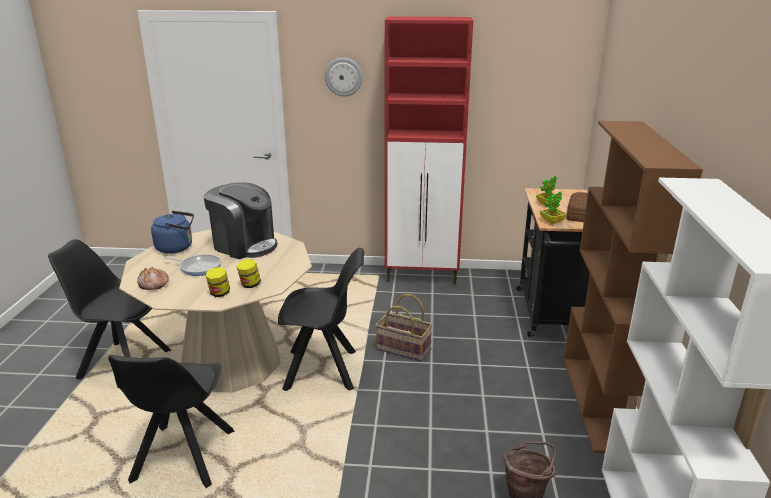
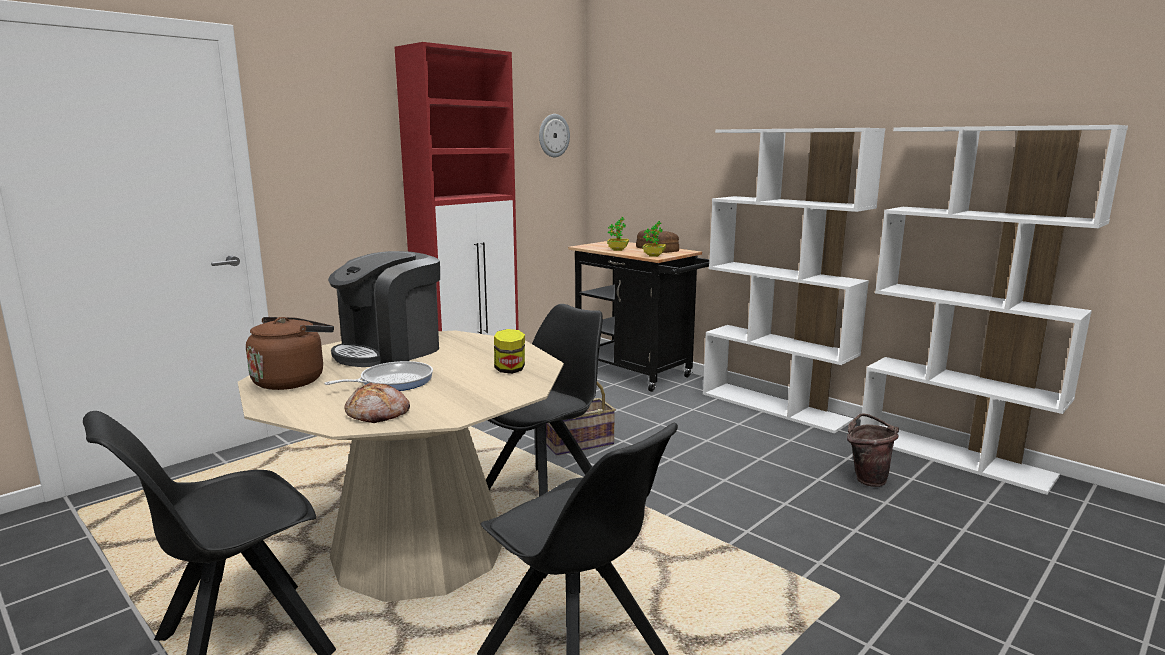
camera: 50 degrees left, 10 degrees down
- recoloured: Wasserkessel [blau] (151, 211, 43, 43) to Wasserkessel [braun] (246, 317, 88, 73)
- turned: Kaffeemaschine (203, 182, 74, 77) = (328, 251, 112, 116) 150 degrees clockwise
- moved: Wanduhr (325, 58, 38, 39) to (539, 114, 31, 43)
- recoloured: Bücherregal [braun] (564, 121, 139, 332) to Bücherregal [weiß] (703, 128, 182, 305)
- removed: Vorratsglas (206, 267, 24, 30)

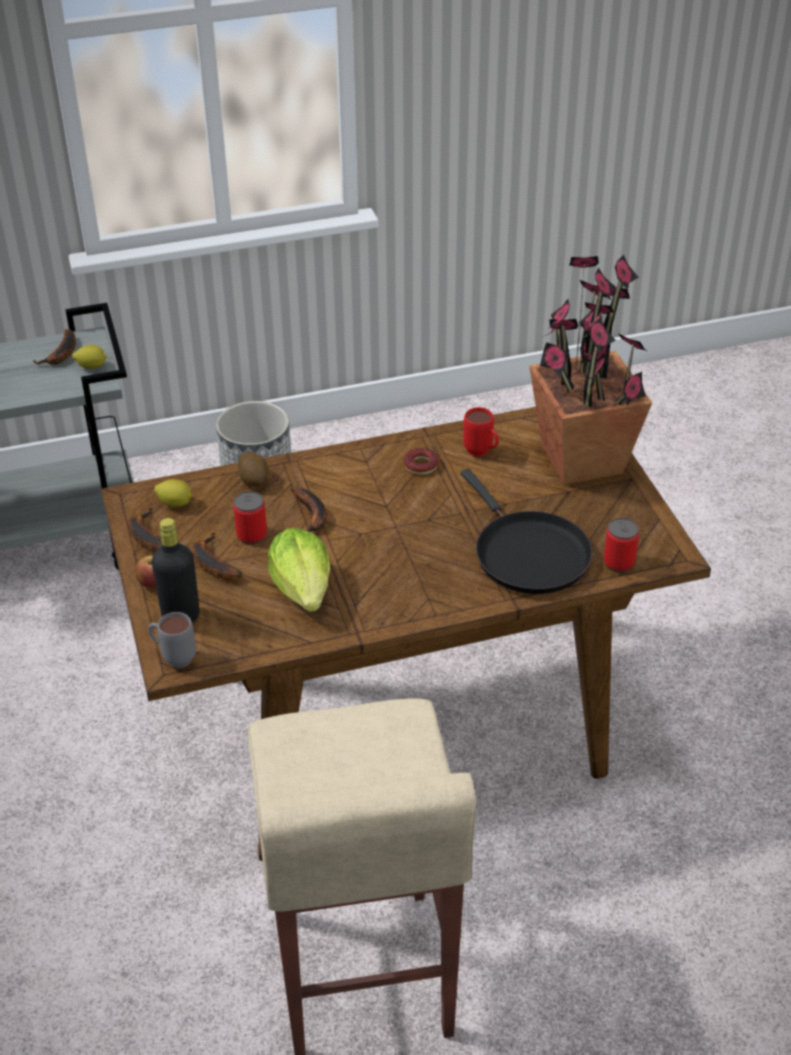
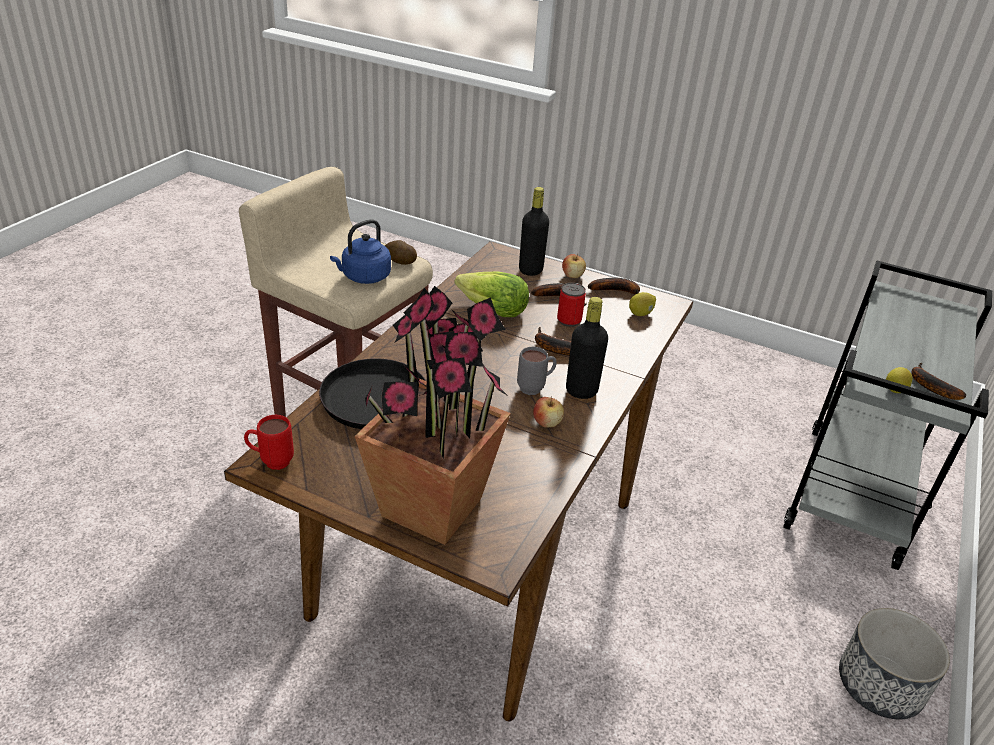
camera: 130 degrees right, 5 degrees down
- moved: Henkelbecher [rot] (463, 407, 36, 50) to (244, 415, 50, 55)
- added: Wasserkessel [blau] (330, 219, 61, 65)
- moved: Kartoffel (238, 451, 30, 36) to (385, 240, 32, 25)
- moved: Henkelbecher [grau] (148, 612, 48, 56) to (517, 347, 40, 48)
- replaced: Donut (404, 448, 35, 27) to Apfel (533, 396, 31, 32)
- added: Flasche [schwarz] (566, 297, 42, 102)
- removed: Dose (604, 518, 35, 54)

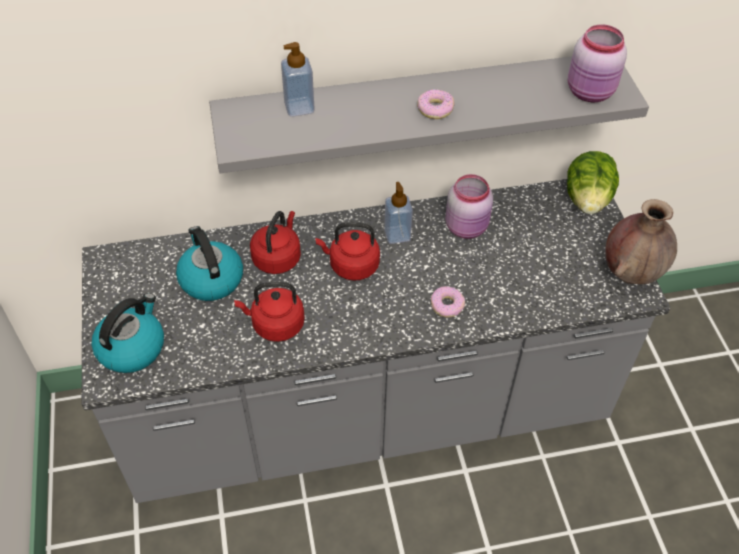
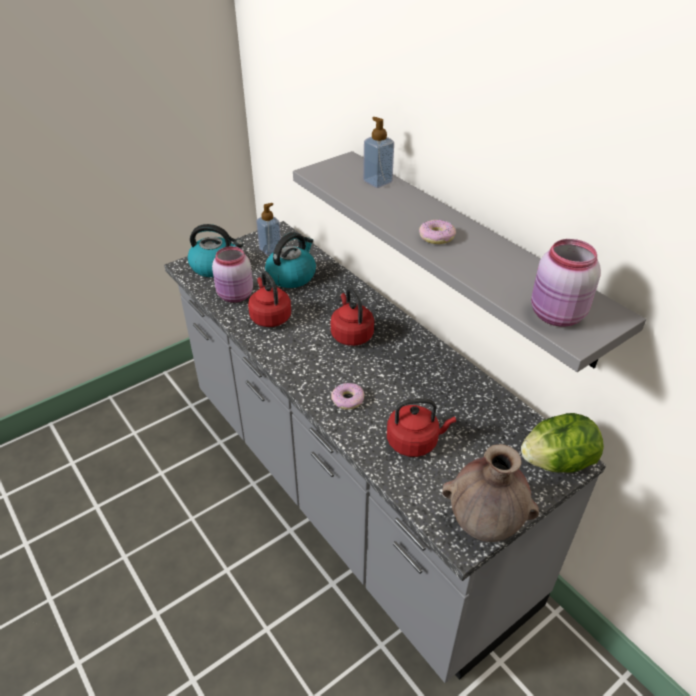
camera: 65 degrees right, 10 degrees down
- moved: Vorratsglas [rosa] (445, 174, 48, 65) to (212, 246, 41, 57)
- moved: Seifenspender (384, 182, 29, 62) to (256, 203, 25, 52)
- moved: Wasserkessel [rot] (250, 211, 51, 63) to (387, 398, 69, 59)

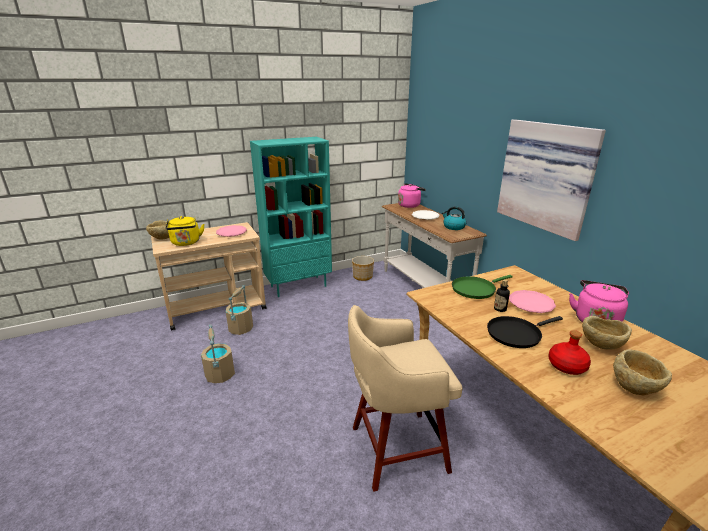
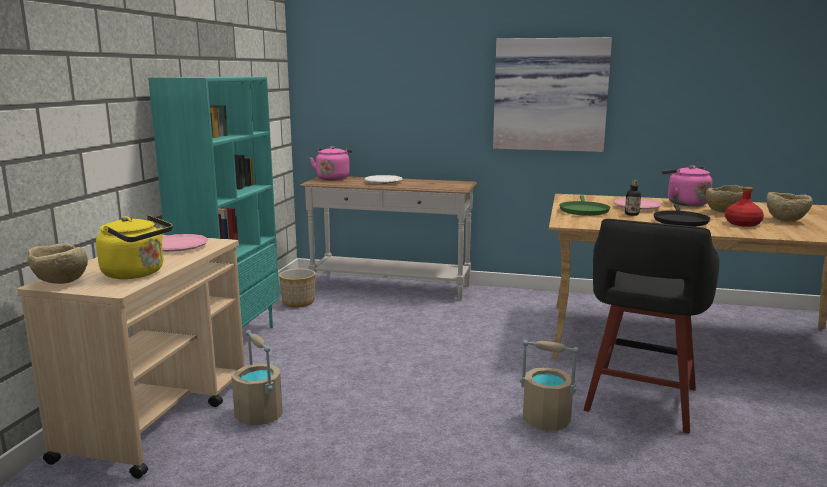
camera: 50 degrees left, 10 degrees down
- moved: Eimer [beige] (201, 324, 34, 59) to (520, 340, 59, 91)
- recoloured: Hocker [beige] (348, 305, 115, 186) to Hocker [schwarz] (584, 219, 135, 215)
- removed: Wasserkessel (442, 206, 24, 24)

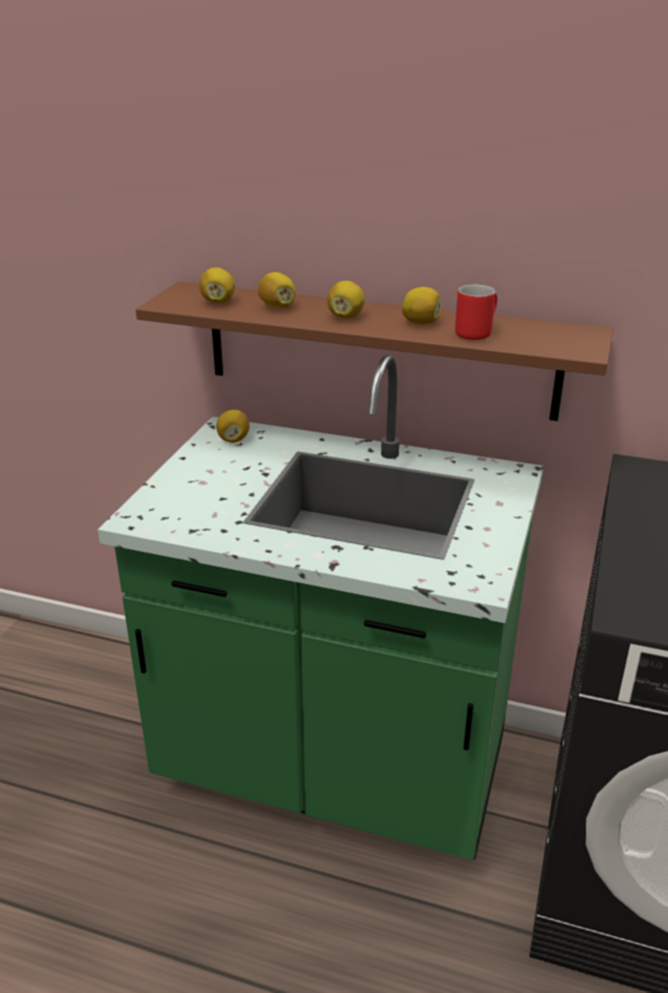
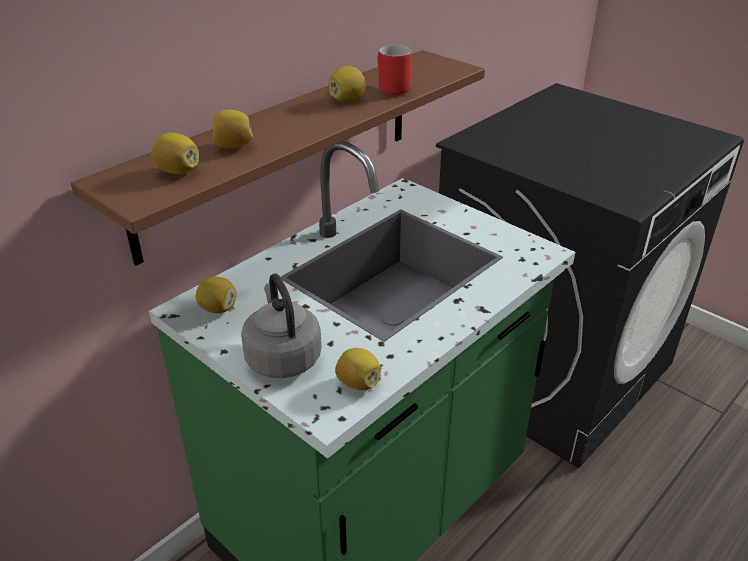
camera: 65 degrees left, 5 degrees up
- added: Wasserkessel [grau] (241, 273, 81, 105)
- moved: Zitrone (327, 281, 38, 38) to (335, 348, 46, 42)

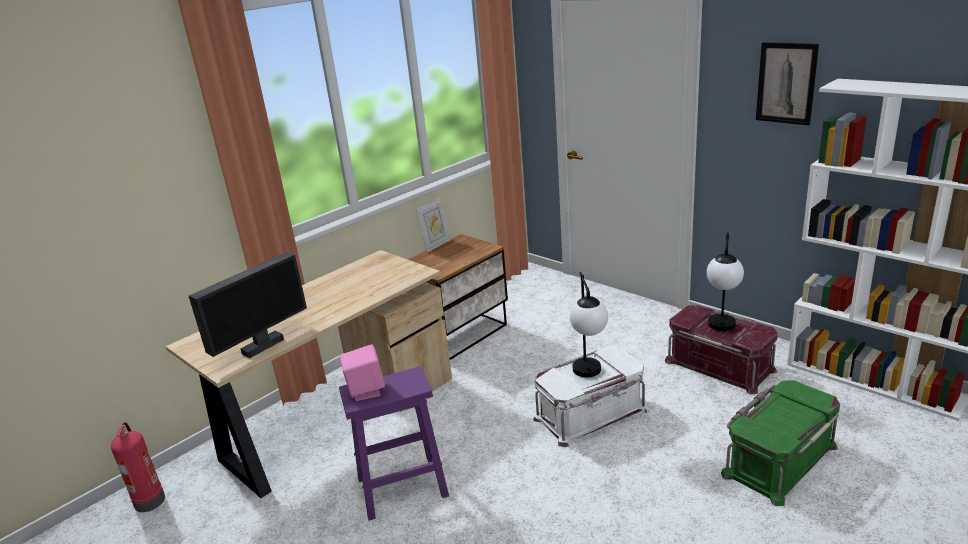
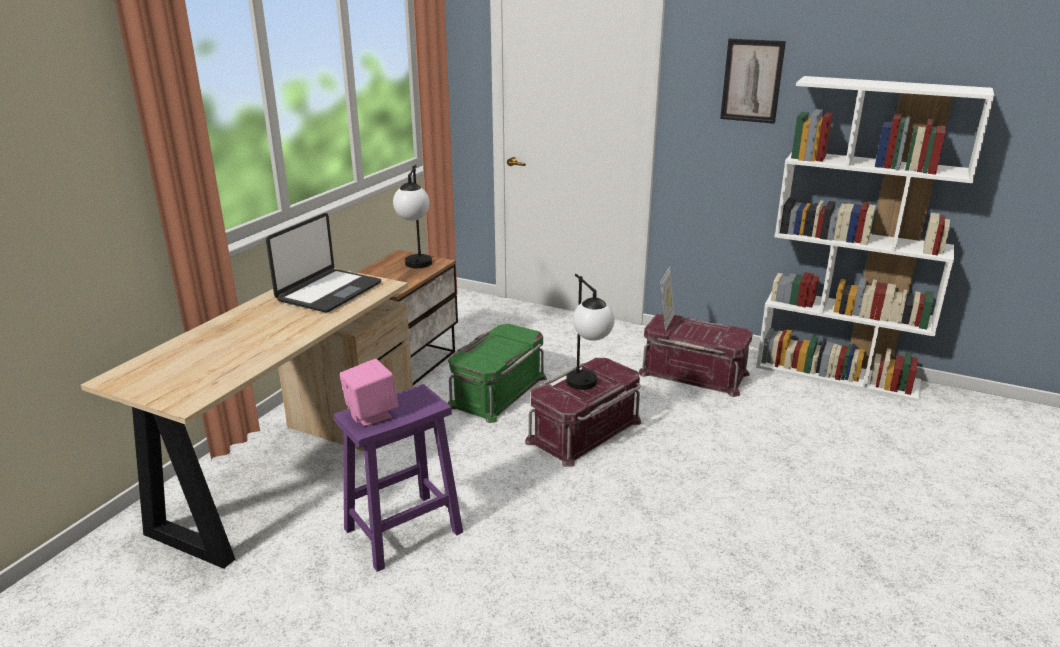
camera: 20 degrees left, 0 degrees up
- added: Laptop (266, 213, 115, 99)
- moved: Tischlampe (707, 232, 37, 99) to (393, 165, 39, 103)
- moved: Aufbewahrungsbox [grün] (721, 380, 119, 126) to (447, 324, 100, 99)
- recoloured: Aufbewahrungsbox [weiß] (533, 346, 115, 101) to Aufbewahrungsbox [rot] (525, 358, 117, 109)
- moved: Bilderrahmen (416, 198, 35, 55) to (660, 267, 14, 64)
- removed: Feuerlöscher (110, 422, 55, 90)
- removed: Monitor (189, 252, 118, 106)

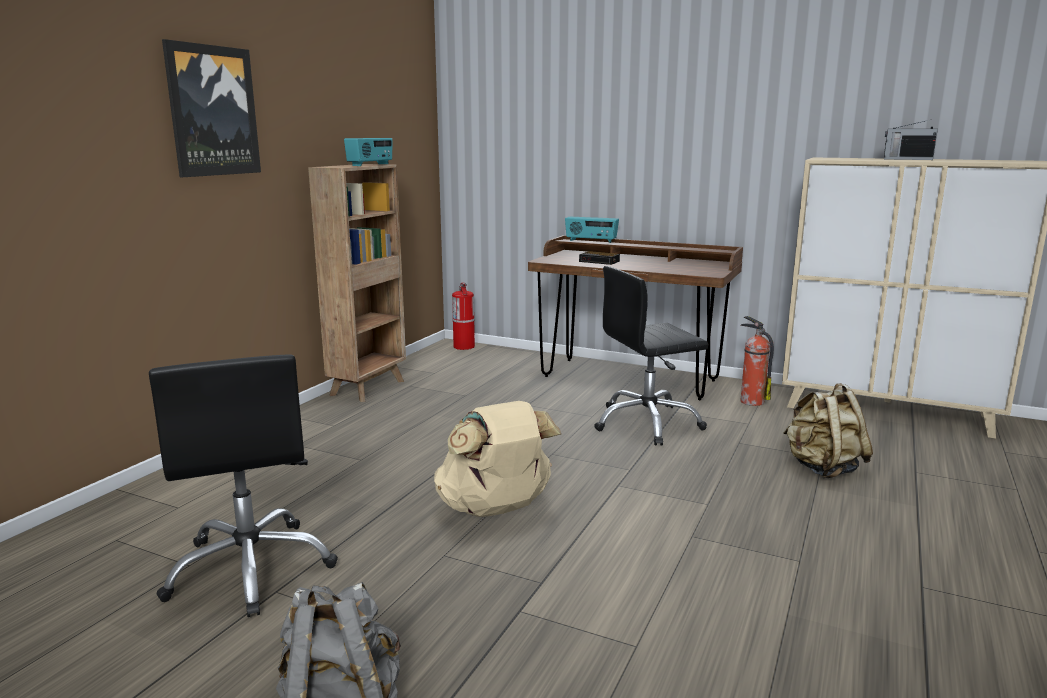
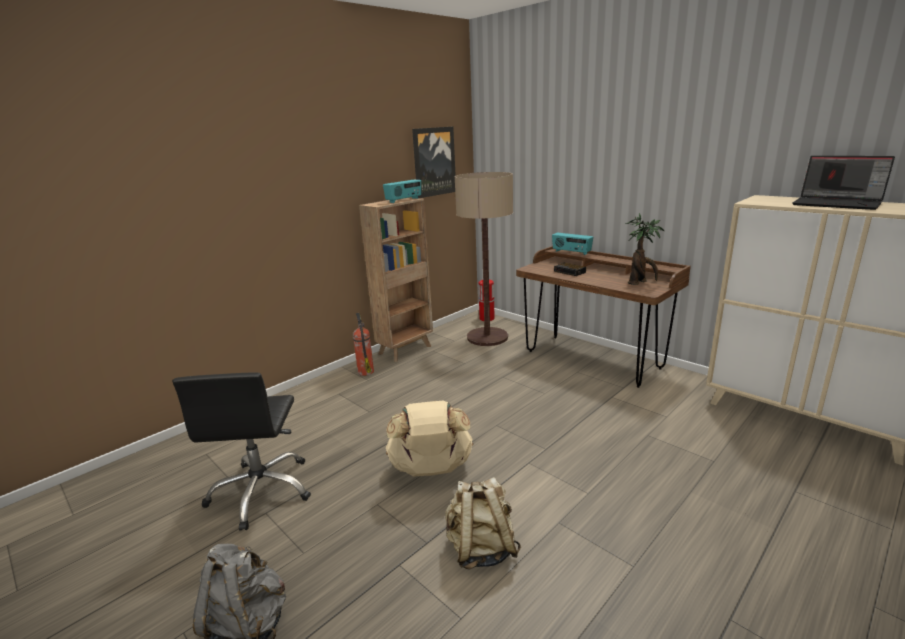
camera: 20 degrees right, 5 degrees up
- moved: Feuerlöscher (741, 316, 33, 90) to (353, 313, 21, 63)
- moved: Bild (162, 39, 99, 138) to (412, 127, 44, 71)
- moved: Rucksack [beige] (783, 383, 90, 95) to (445, 477, 76, 92)
- added: Stehlampe (455, 172, 58, 174)
- added: Topfpflanze (626, 213, 38, 72)
- replaced: Radio (884, 119, 54, 41) to Laptop (792, 156, 103, 54)
- removed: Bürostuhl [schwarz] (594, 266, 115, 180)

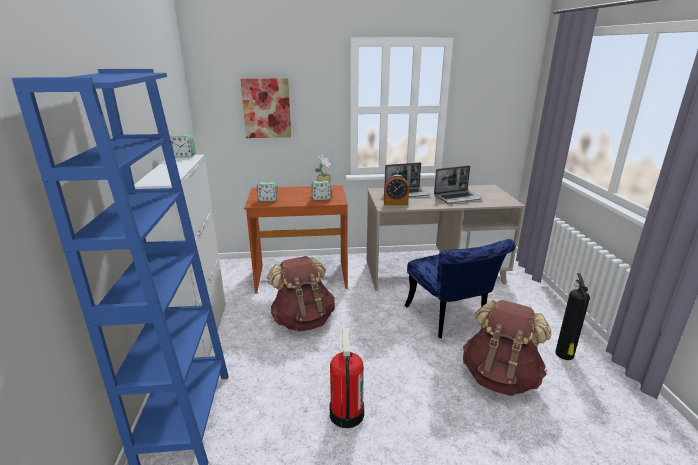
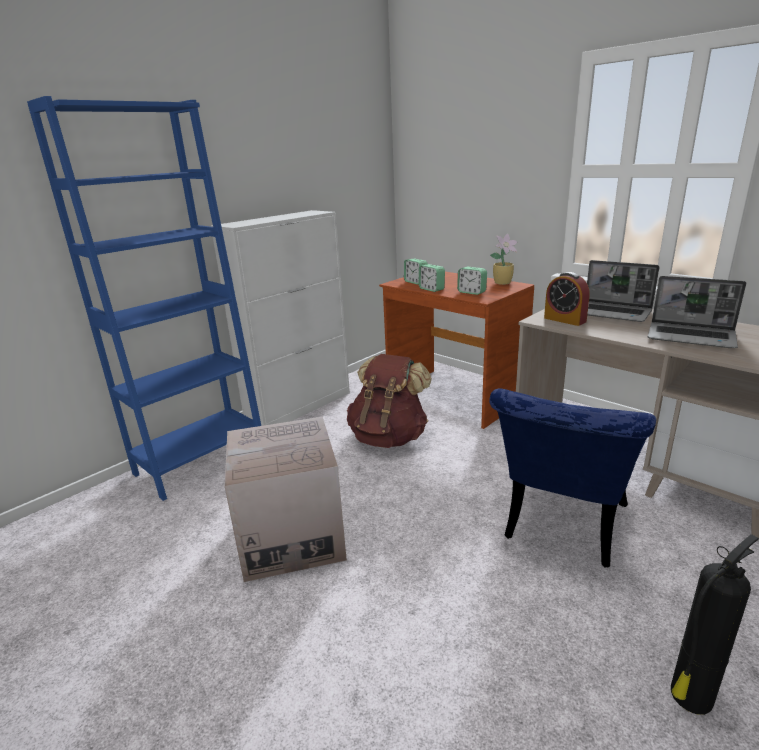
camera: 50 degrees right, 0 degrees up
- replaced: Feuerlöscher (330, 328, 34, 100) to Karton (225, 416, 122, 166)
- moved: Wecker (170, 135, 26, 23) to (419, 264, 26, 28)
- removed: Bild (240, 78, 51, 60)
- removed: Rucksack [braun] (463, 300, 89, 96)

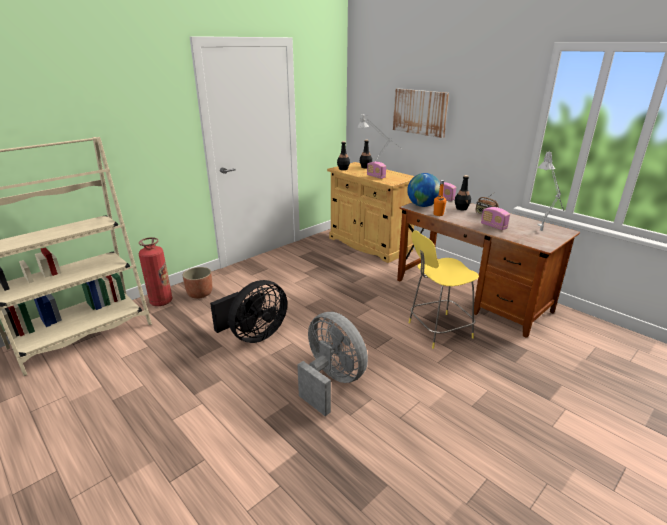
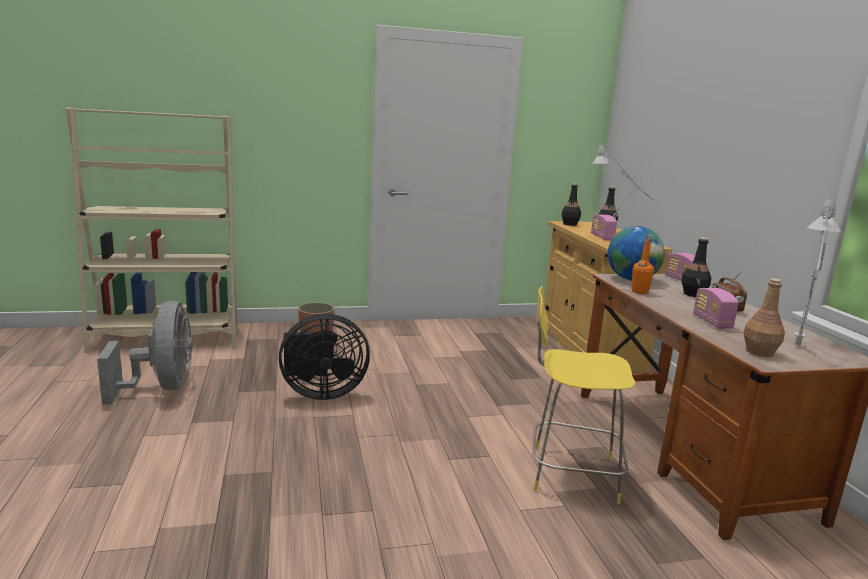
camera: 30 degrees right, 10 degrees down
- moved: Ventilator [grau] (297, 312, 71, 104) to (97, 301, 96, 104)
- added: Flasche [braun] (743, 278, 42, 79)
- removed: Feuerlöscher (139, 237, 33, 69)
- removed: Bild (393, 88, 56, 50)

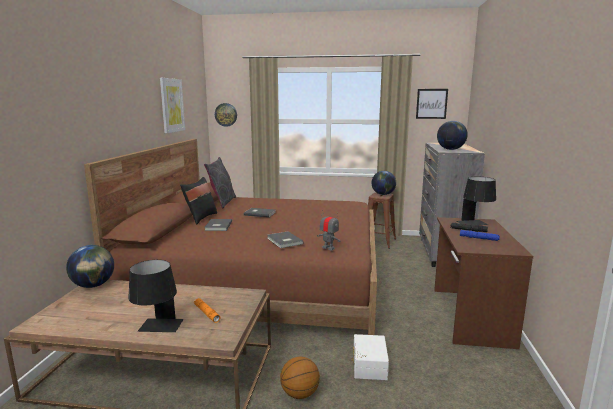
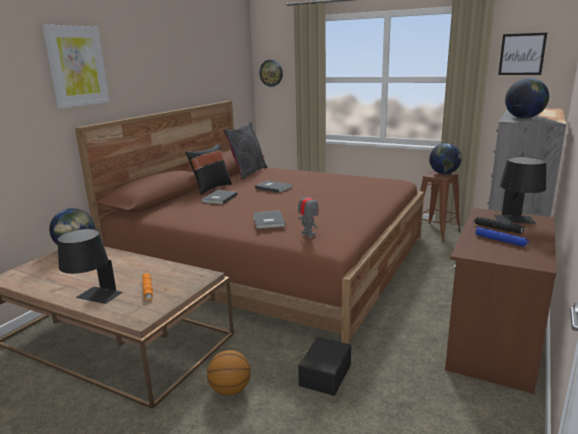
camera: 20 degrees right, 5 degrees up
- moved: Bild (160, 78, 25, 55) to (42, 25, 68, 83)
- recoloured: Aufbewahrungsbox [weiß] (351, 334, 38, 46) to Aufbewahrungsbox [schwarz] (298, 337, 53, 59)

